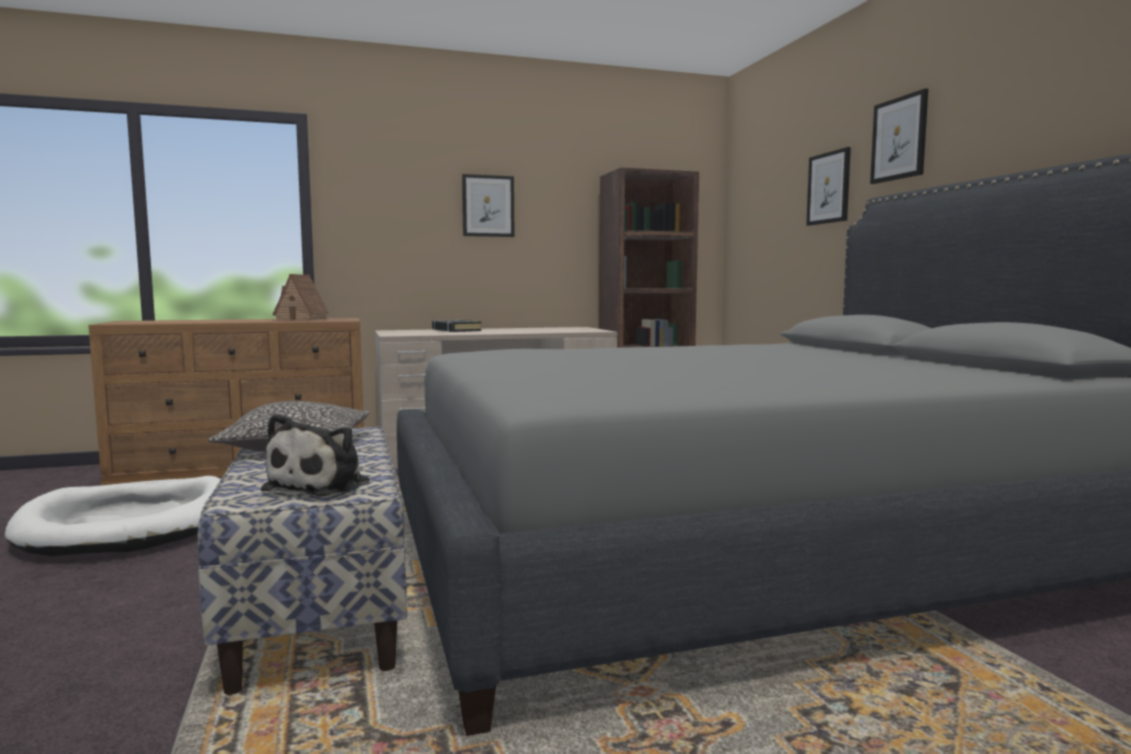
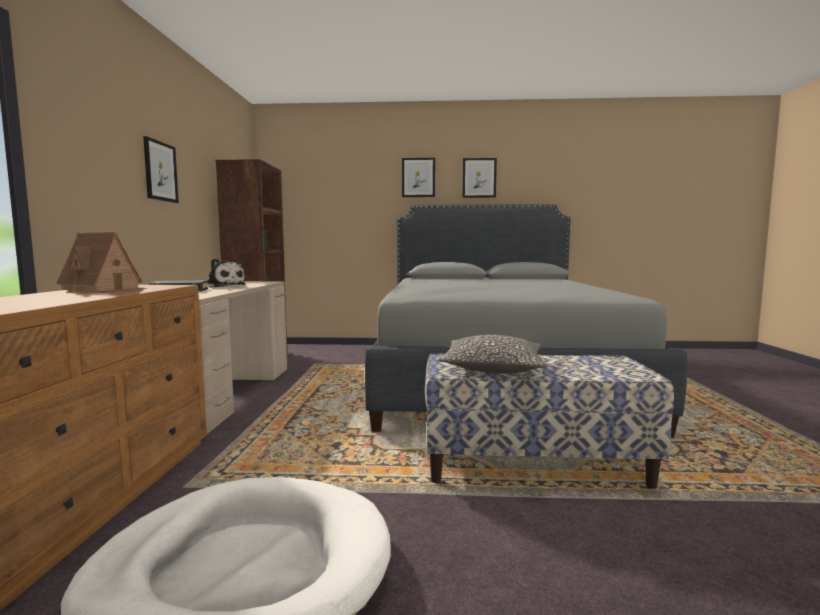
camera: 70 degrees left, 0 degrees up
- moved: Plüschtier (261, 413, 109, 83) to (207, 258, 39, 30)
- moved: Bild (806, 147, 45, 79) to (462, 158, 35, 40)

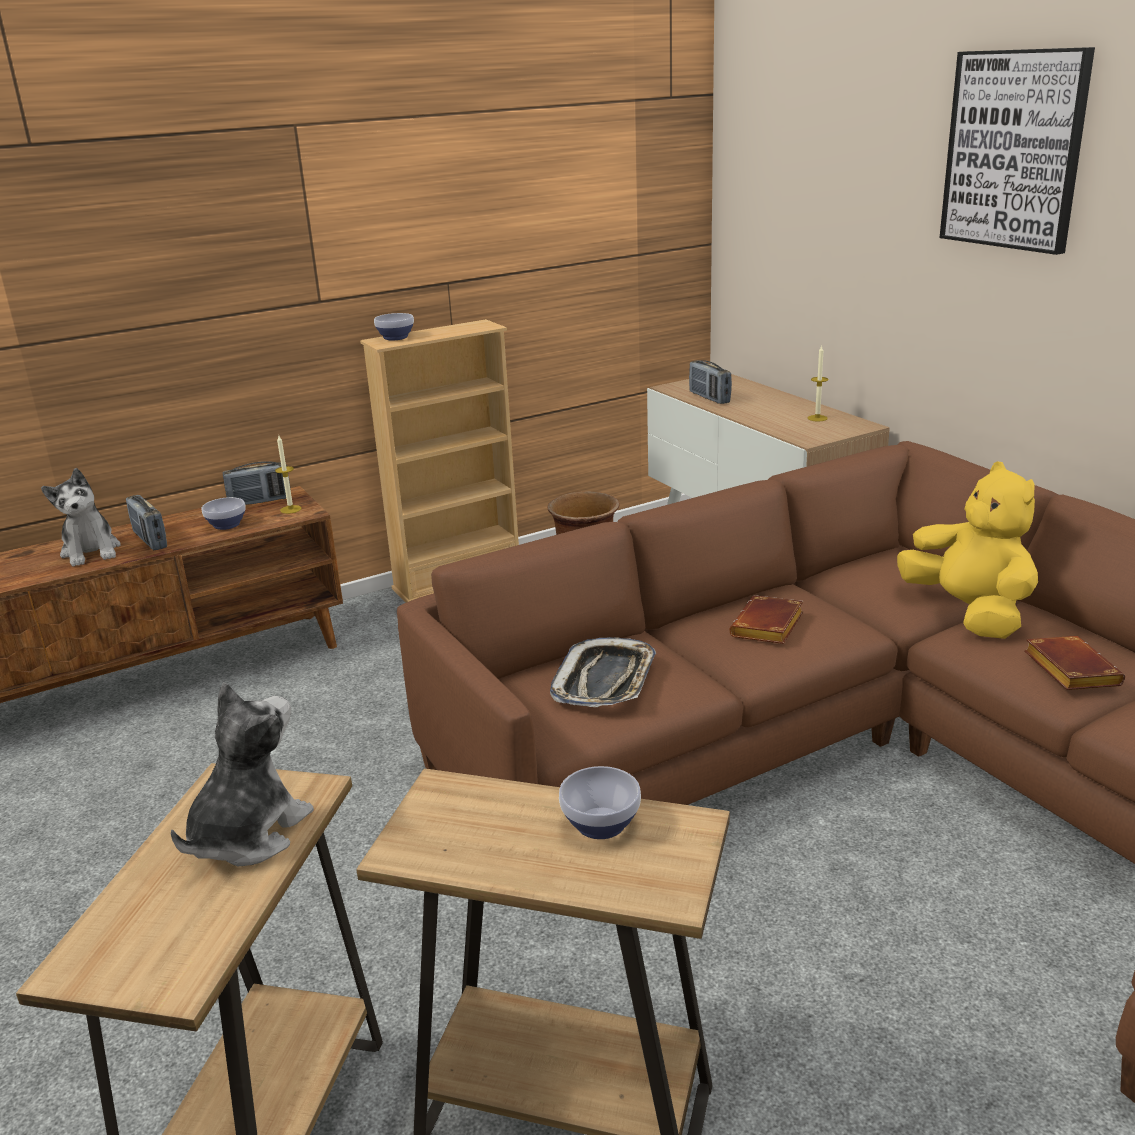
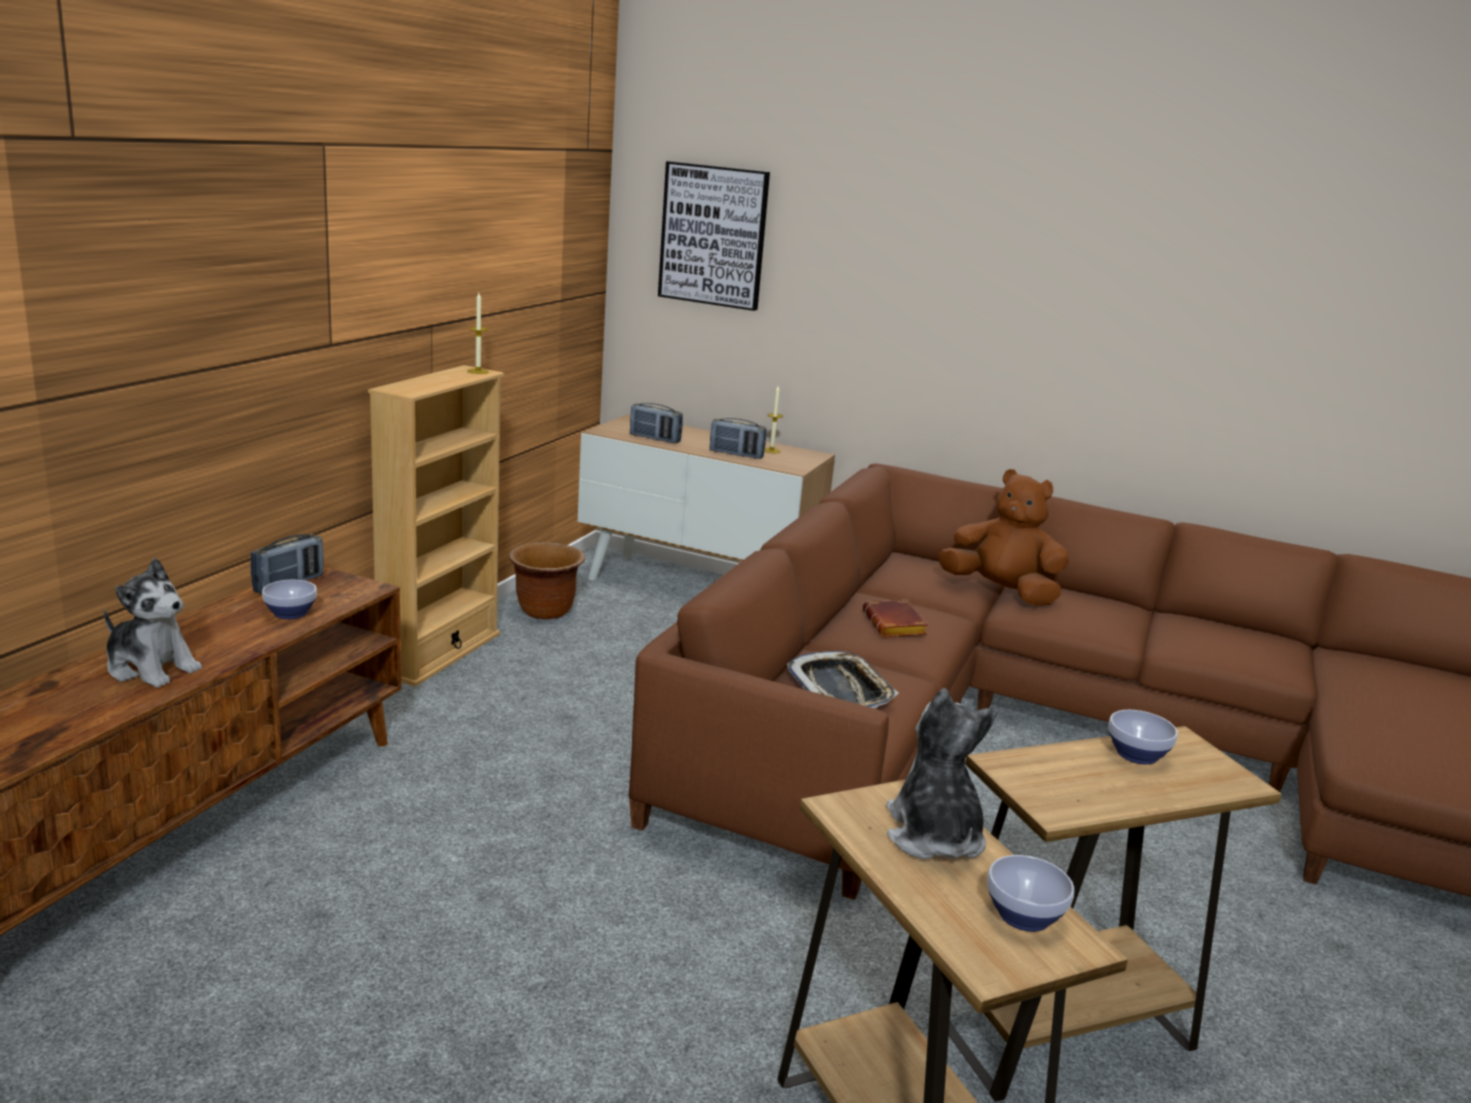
camera: 40 degrees left, 5 degrees down
- moved: Kerze (275, 436, 27, 78) to (468, 293, 21, 81)
- moved: Bild (940, 47, 155, 208) to (658, 161, 112, 150)
- moved: Radio (126, 495, 41, 55) to (710, 418, 57, 41)
- recoloured: Plüschtier [gelb] (897, 461, 141, 178) to Plüschtier [braun] (938, 469, 131, 137)
- moved: Schüssel (374, 313, 40, 27) to (987, 855, 87, 77)
- removed: Buch [braun] (1024, 636, 101, 54)

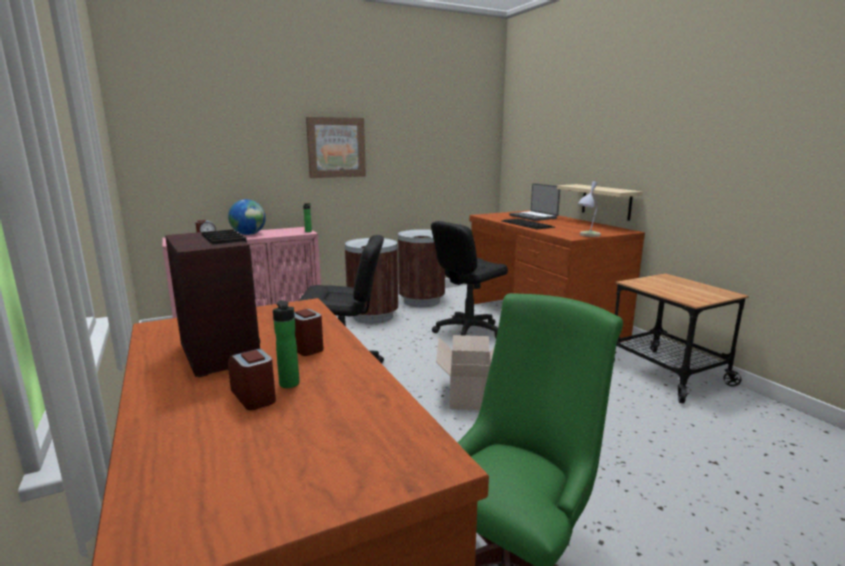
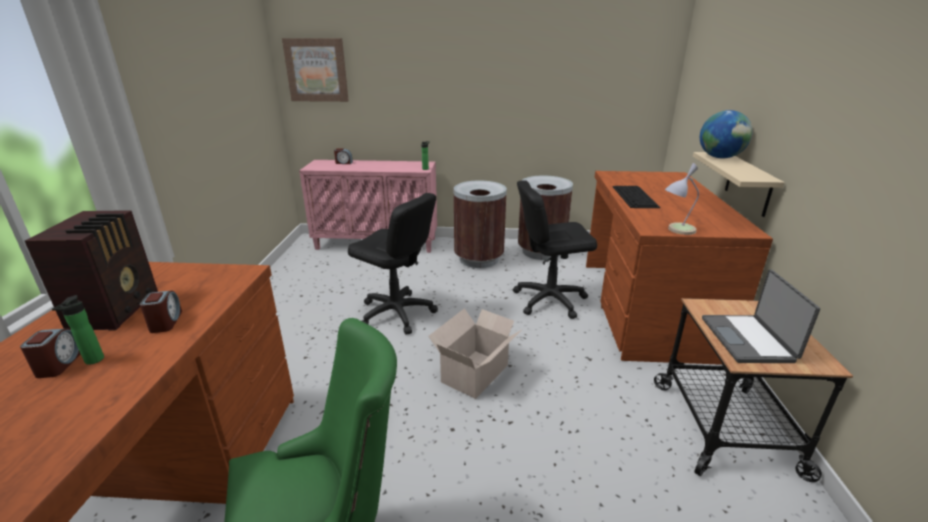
camera: 30 degrees right, 10 degrees up
- moved: Bild (306, 117, 60, 61) to (282, 38, 67, 64)
- moved: Globus (228, 199, 38, 36) to (700, 110, 53, 48)
- moved: Laptop (509, 183, 51, 38) to (702, 269, 118, 94)

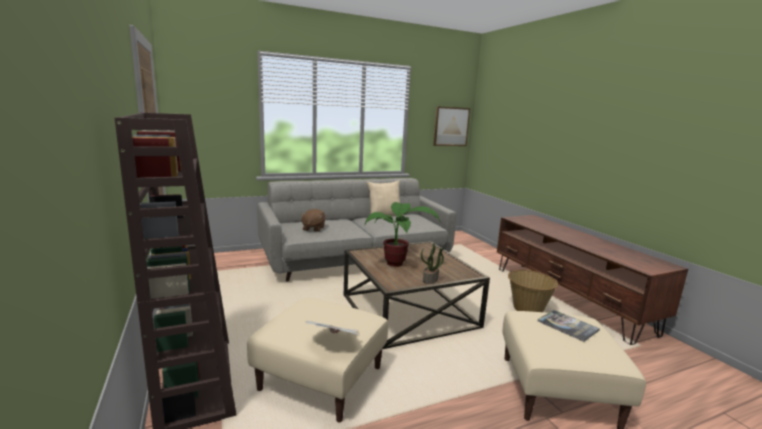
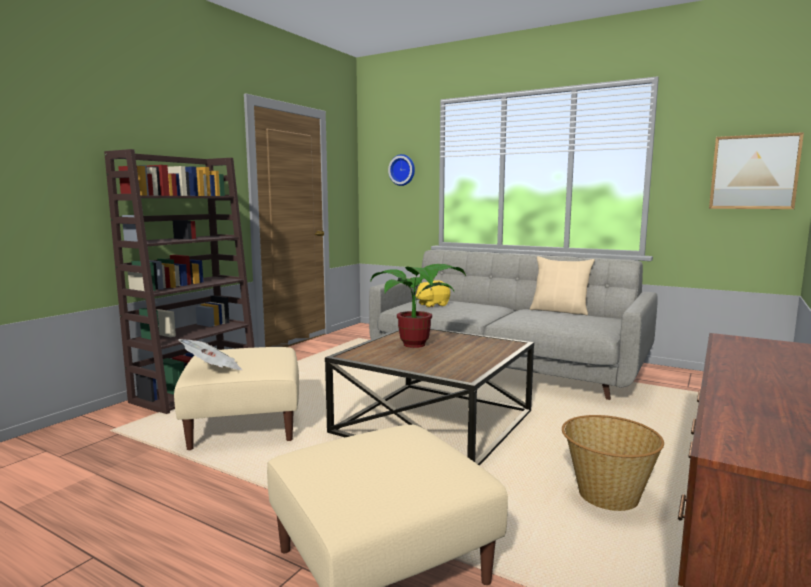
camera: 55 degrees right, 5 degrees down
- added: Wanduhr (388, 154, 27, 32)
- recoloured: Plüschtier [braun] (300, 209, 25, 23) to Plüschtier [gelb] (416, 280, 34, 28)
- removed: Topfpflanze (421, 243, 23, 41)
- removed: Buch (538, 310, 62, 32)

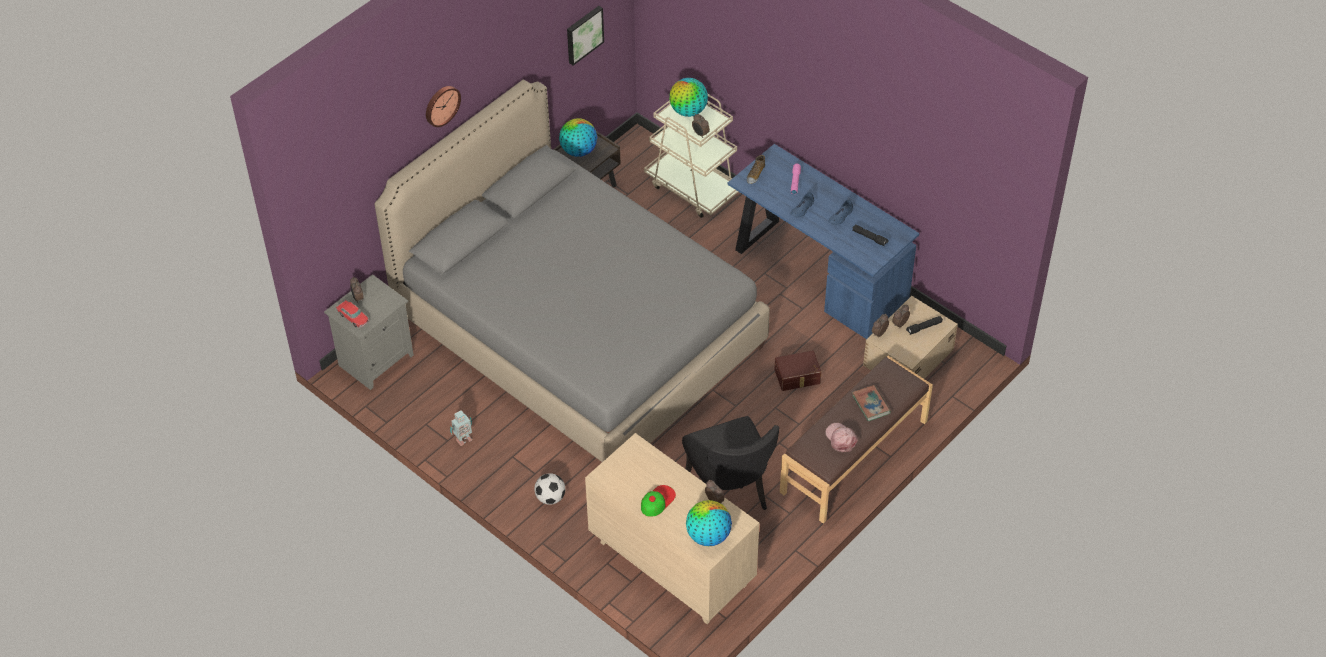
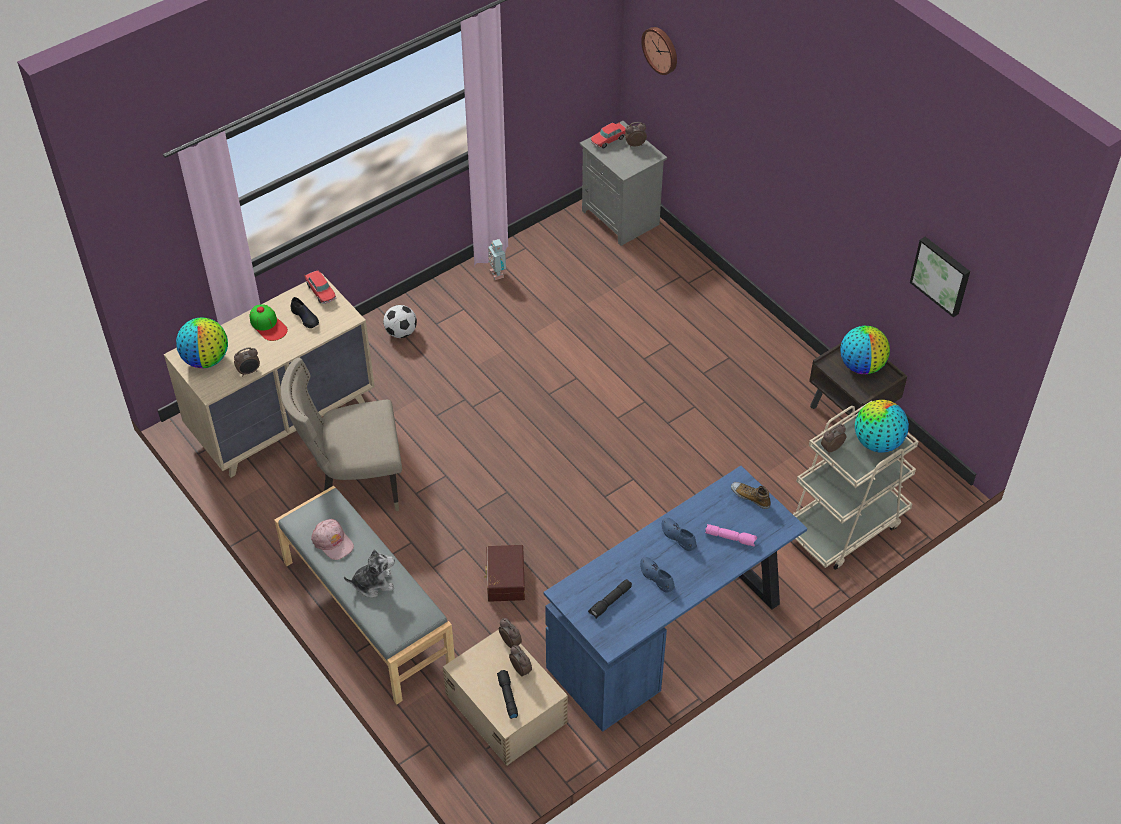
camera: 100 degrees right, 0 degrees up
- recoloured: Bank [braun] (780, 356, 153, 168) to Bank [grau] (274, 486, 181, 218)
- recoloured: Stuhl [schwarz] (682, 416, 98, 94) to Stuhl [beige] (281, 358, 121, 153)
- added: Schuh [schwarz] (291, 297, 28, 31)
- added: Spielzeugauto (304, 269, 32, 35)
- turned: Kappe [rosa] (825, 423, 33, 29) = (311, 519, 43, 41) 60 degrees clockwise
- replaced: Buch (852, 385, 39, 36) to Plüschtier (344, 549, 51, 48)
- moved: Wanduhr (426, 86, 35, 41) to (641, 27, 36, 48)
- removed: Bett [grau] (374, 80, 396, 382)

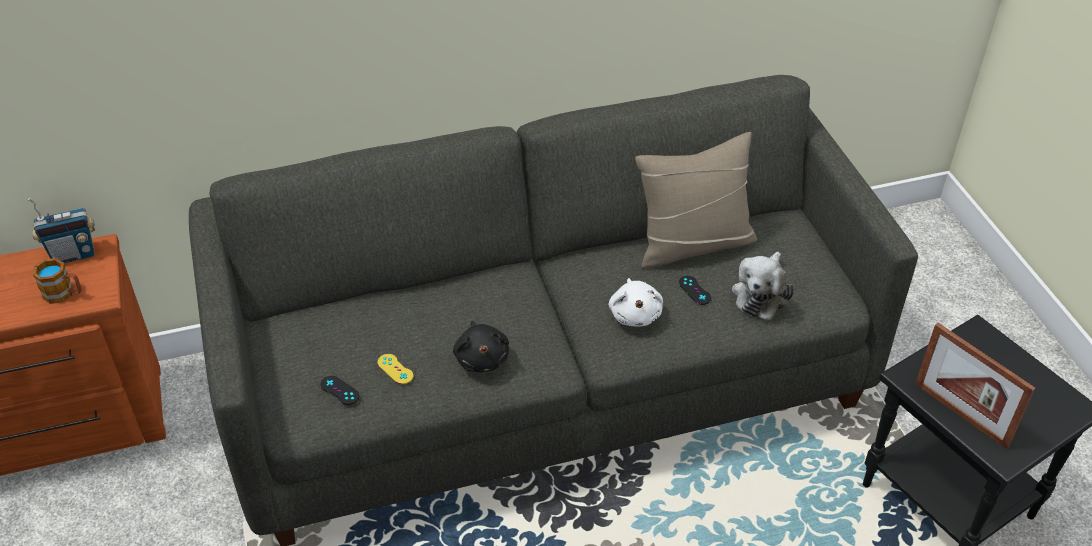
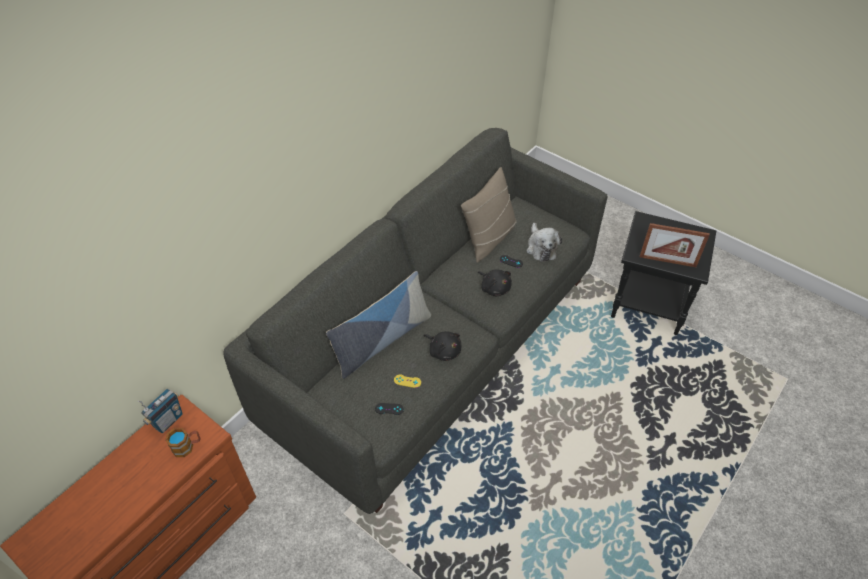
camera: 35 degrees left, 5 degrees up
- added: Kissen (326, 271, 105, 108)
- recoloured: Plüschtier [weiß] (609, 278, 54, 49) to Plüschtier [schwarz] (478, 269, 34, 27)

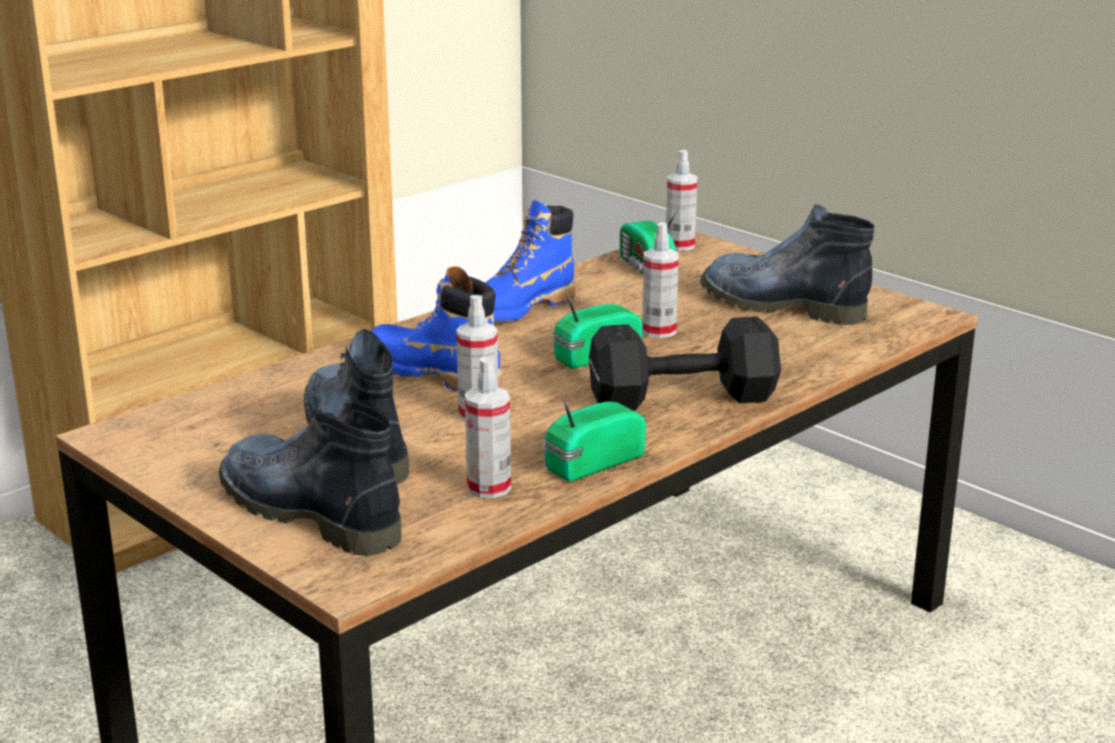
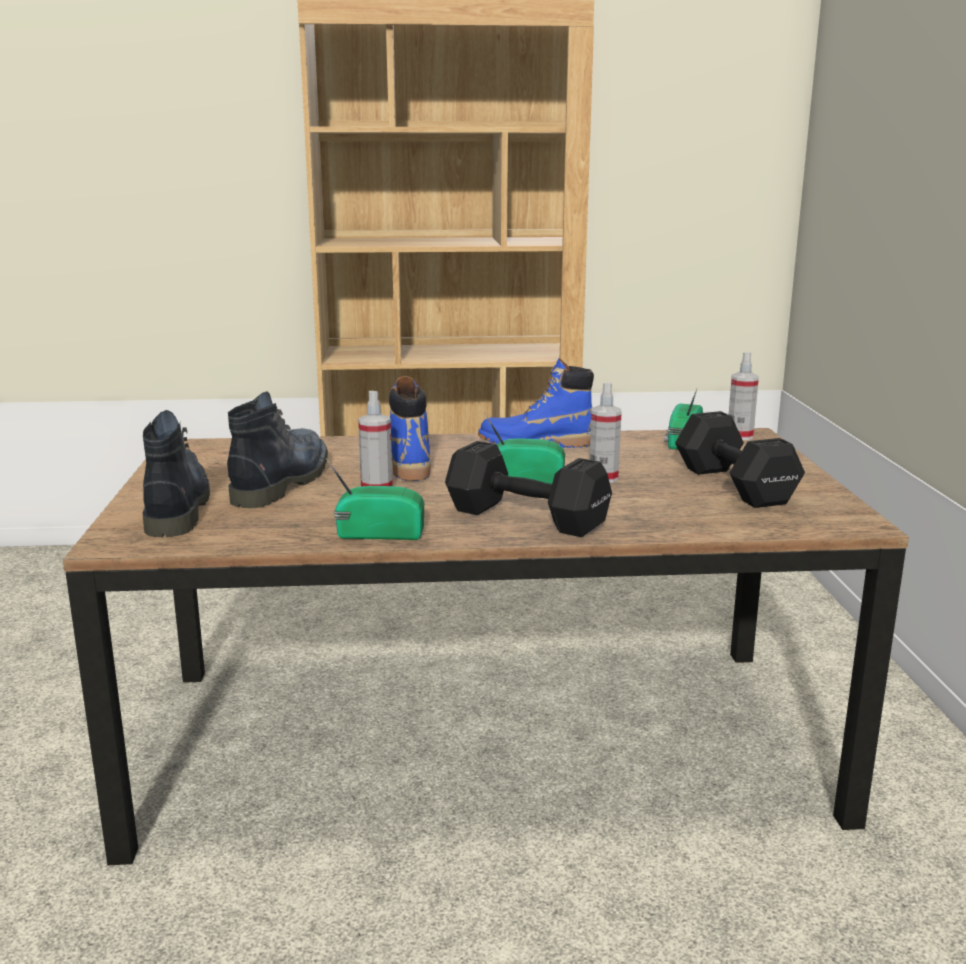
camera: 40 degrees right, 5 degrees down
- replaced: Stiefel (700, 205, 174, 120) to Hantel [schwarz] (675, 411, 130, 97)
- removed: Sprühflasche (465, 357, 46, 142)

